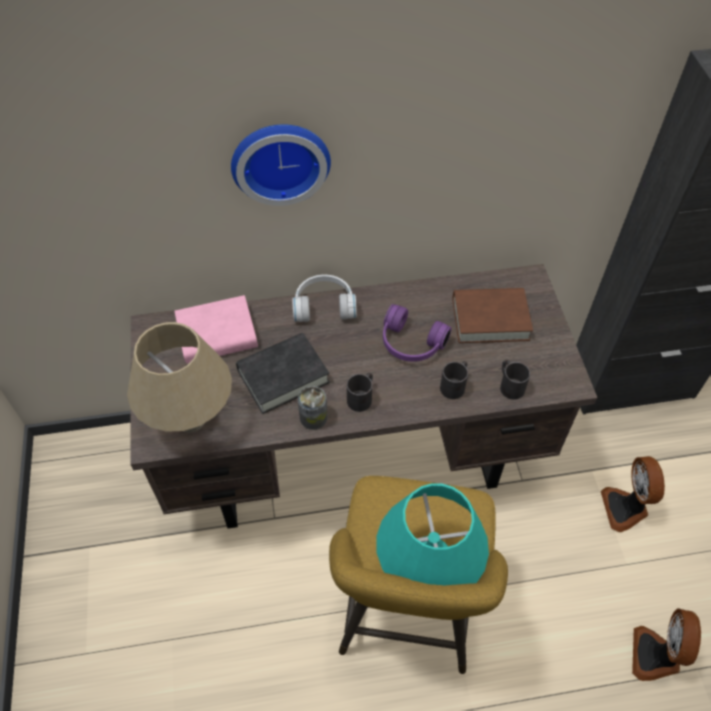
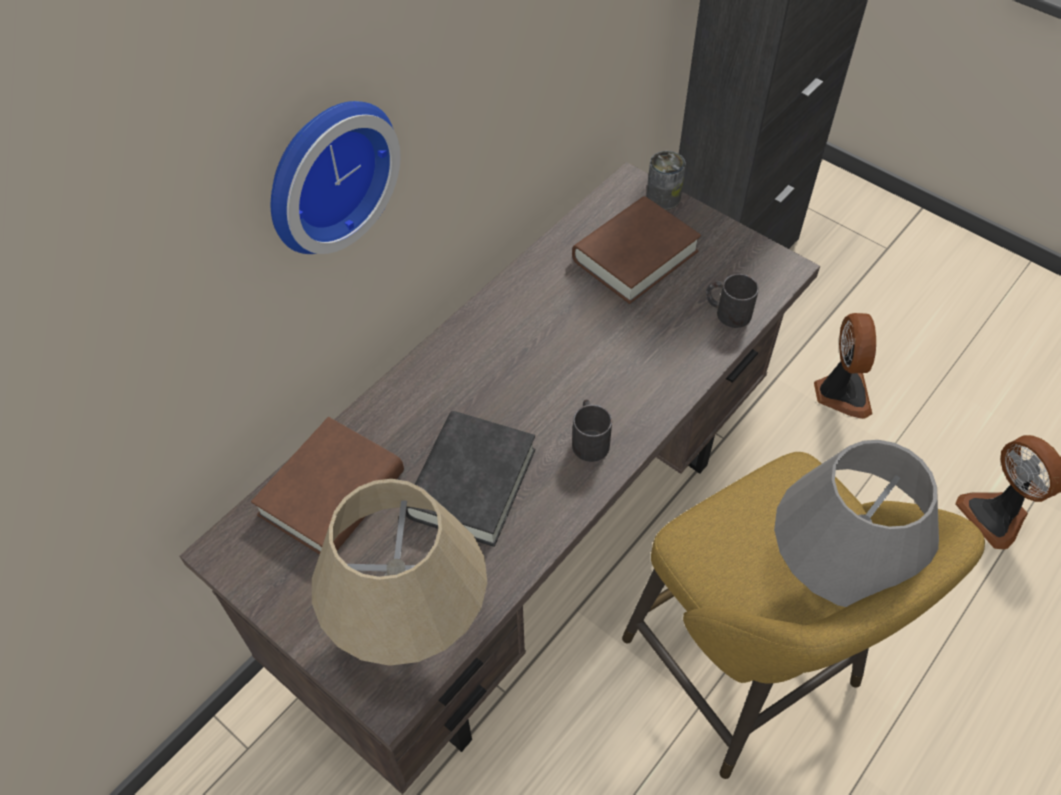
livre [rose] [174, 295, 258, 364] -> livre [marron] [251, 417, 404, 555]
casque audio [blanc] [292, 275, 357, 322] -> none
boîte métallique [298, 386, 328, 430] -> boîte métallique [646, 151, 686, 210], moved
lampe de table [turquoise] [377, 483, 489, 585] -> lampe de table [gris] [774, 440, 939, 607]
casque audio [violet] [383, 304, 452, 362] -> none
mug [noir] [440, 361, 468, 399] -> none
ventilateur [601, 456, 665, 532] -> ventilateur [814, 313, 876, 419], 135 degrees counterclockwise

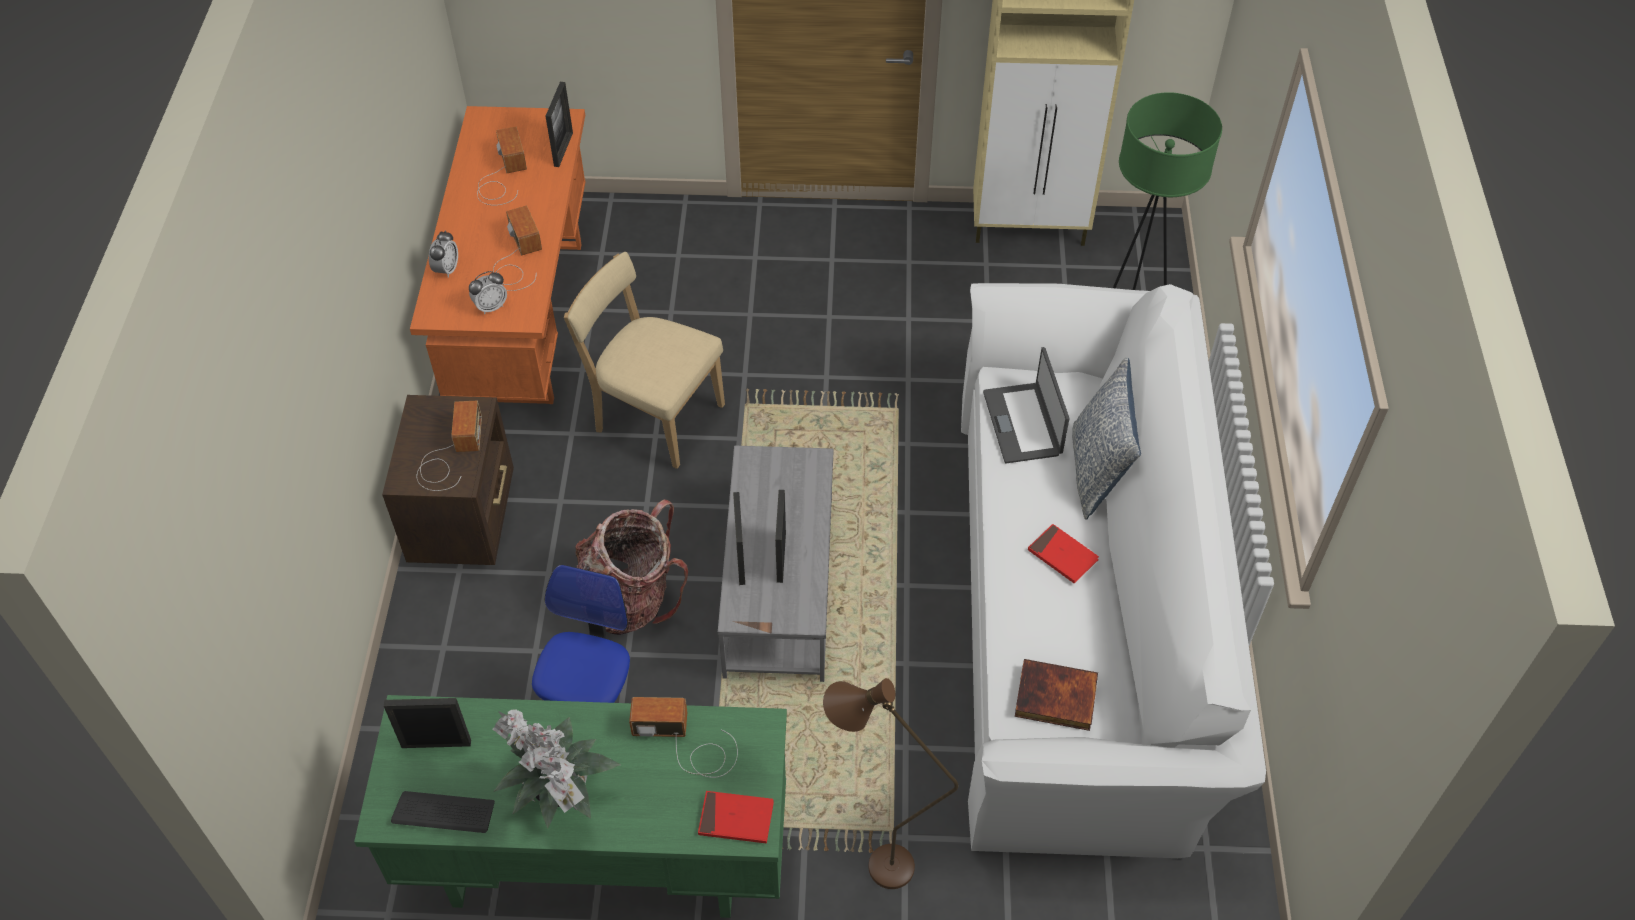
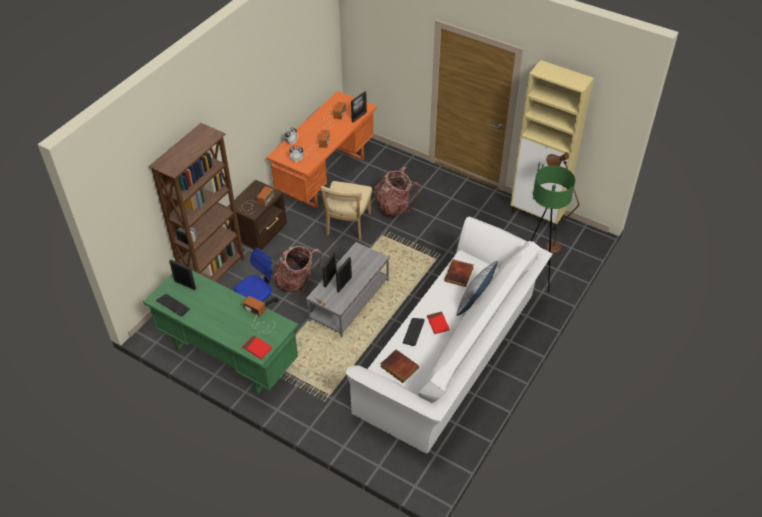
plante en pot [492, 709, 621, 828] -> none
chaise [beige] [564, 252, 725, 469] -> chaise [beige] [320, 181, 372, 241], 135 degrees counterclockwise
lampadaire [marron] [823, 678, 959, 889] -> lampadaire [marron] [545, 152, 579, 254], moved
ordinateur portable [983, 347, 1069, 463] -> livre [445, 259, 474, 287]
none -> bibliothèque [marron] [149, 123, 244, 282]
none -> sac à dos [374, 167, 419, 217]
none -> clavier [403, 318, 425, 346]

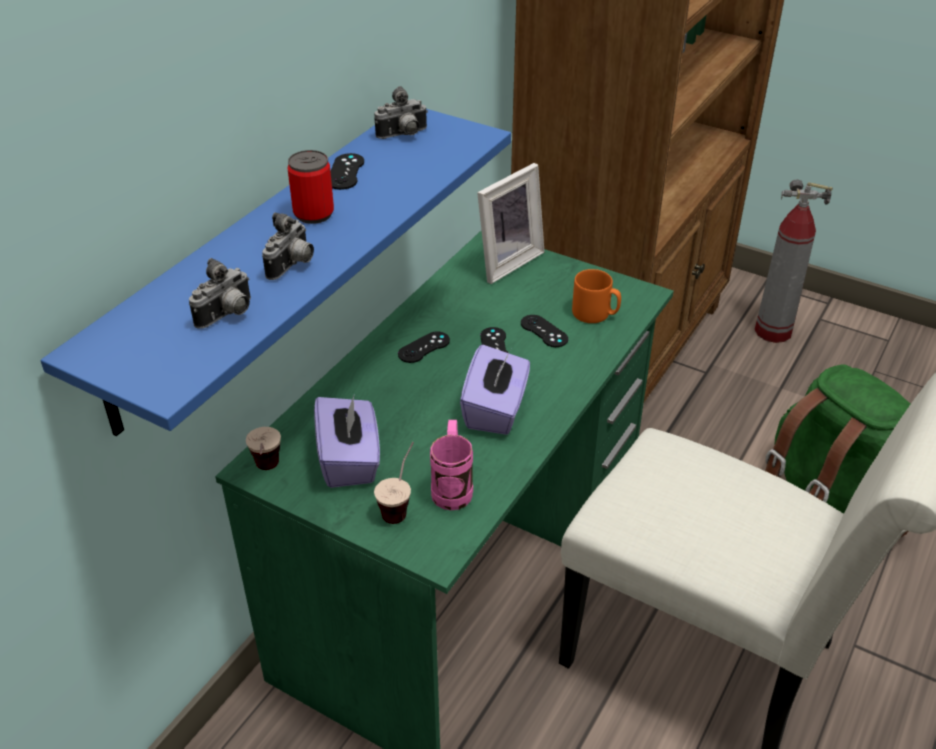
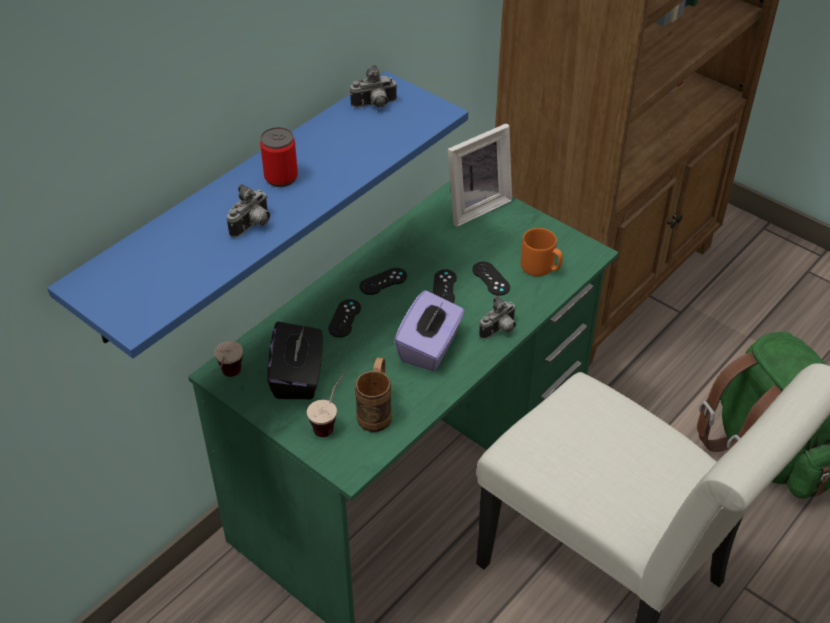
appareil photo [189, 258, 251, 329] -> appareil photo [479, 296, 516, 339], moved
boîte à mouchoirs [violet] [314, 396, 380, 488] -> boîte à mouchoirs [noir] [267, 322, 323, 399]
manette [noir] [330, 153, 364, 190] -> manette [noir] [328, 299, 361, 338], moved
mug [rose] [430, 420, 473, 510] -> mug [marron] [355, 358, 392, 432]
extincteur [755, 179, 833, 343] -> none

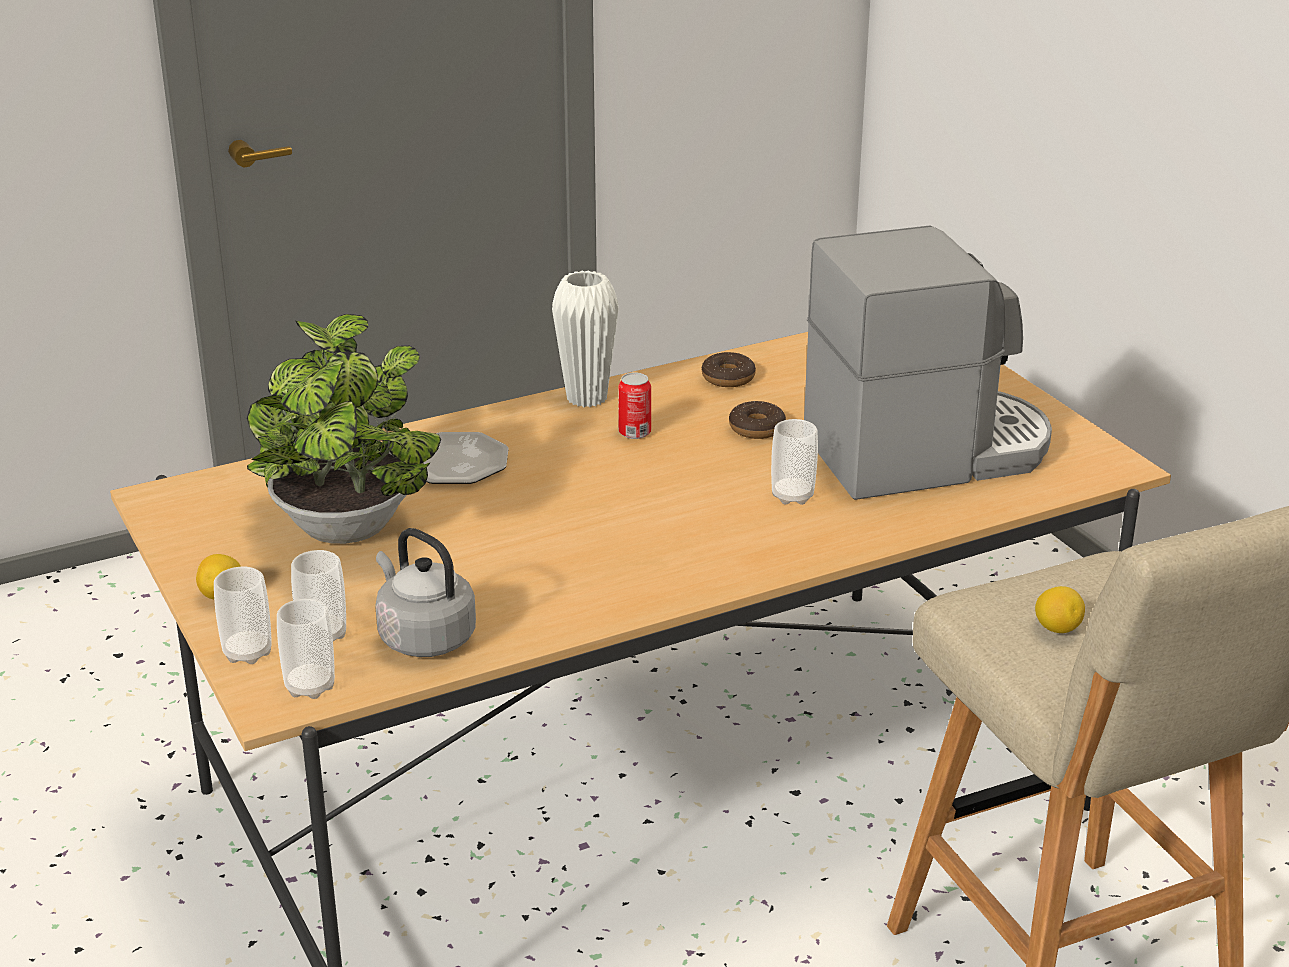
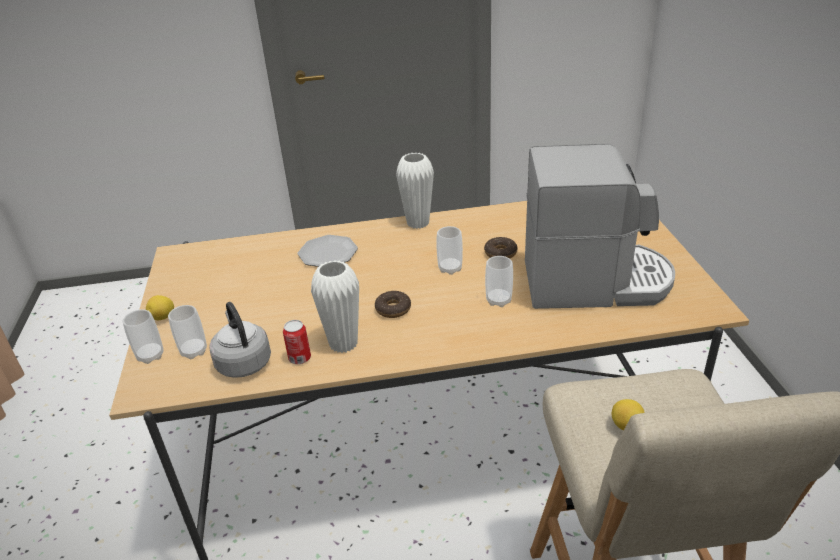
plante en pot [247, 314, 441, 544] -> none
tasse [277, 599, 335, 699] -> tasse [436, 226, 463, 275], moved
boîte métallique [618, 372, 651, 439] -> boîte métallique [283, 320, 311, 364], moved
beignet [702, 352, 756, 387] -> beignet [375, 291, 411, 318], moved
none -> vase [blanc] [311, 260, 359, 353]

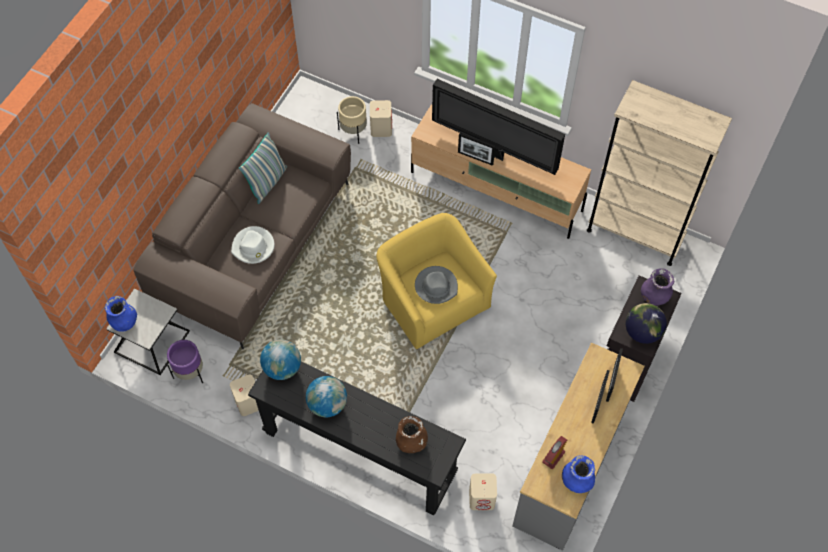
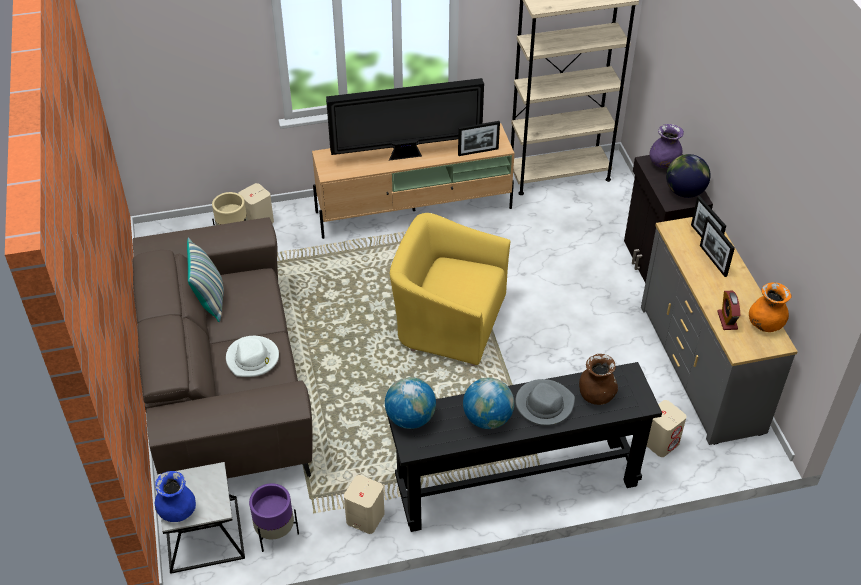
chapeau [gris] [415, 266, 458, 304] -> chapeau [gris] [515, 379, 575, 426], moved
cadre photo [458, 133, 495, 166] -> cadre photo [458, 121, 500, 156], moved
vase [bleu] [562, 455, 595, 493] -> vase [orange] [749, 282, 791, 332]

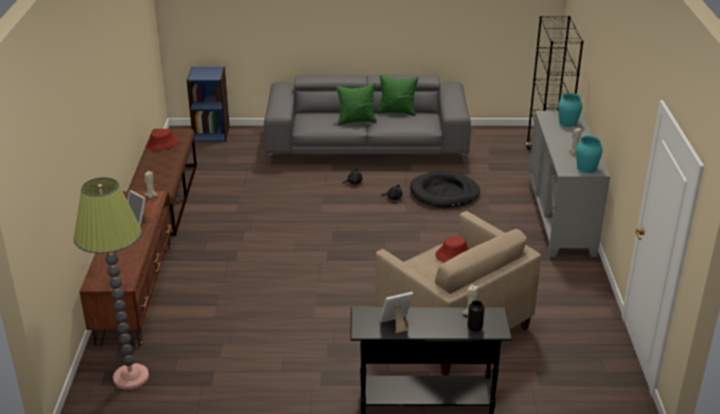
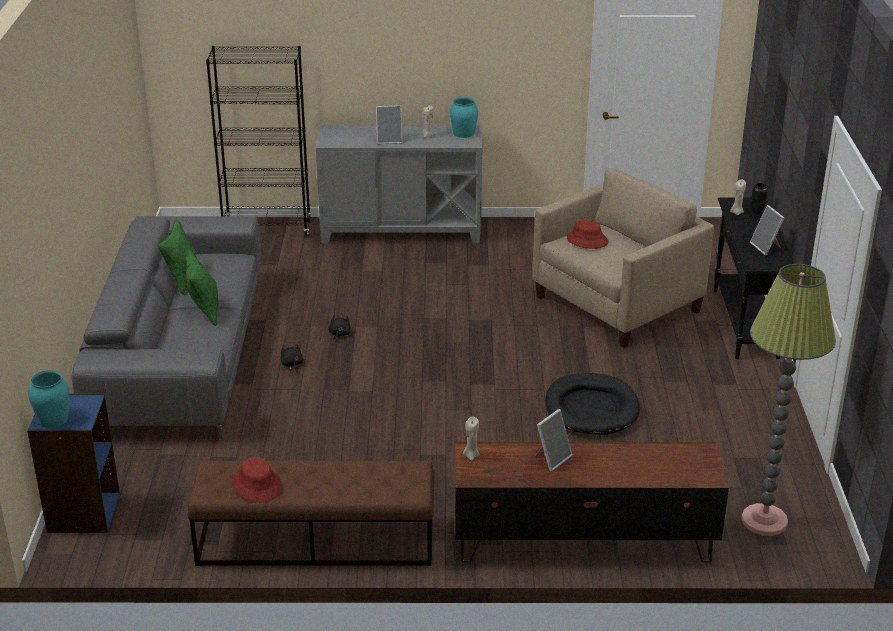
panier pour chien [noir] [410, 171, 480, 208] -> panier pour chien [noir] [545, 373, 640, 435], moved
vase [turquoise] [558, 93, 582, 127] -> vase [turquoise] [28, 370, 69, 427], moved
none -> cadre photo [376, 105, 403, 144]

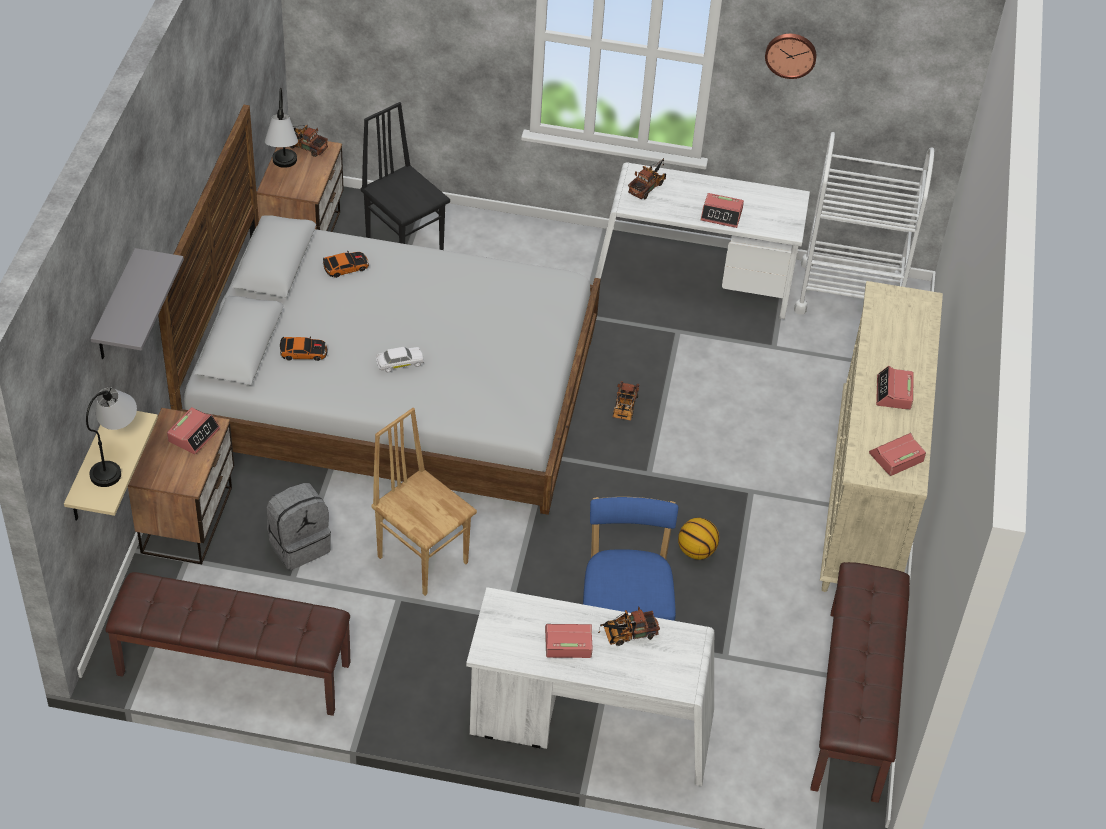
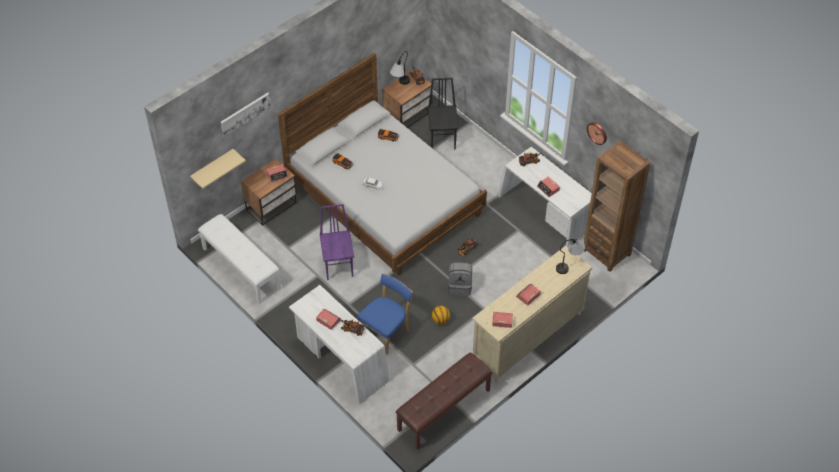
lampe de table [86, 387, 137, 487] -> lampe de table [556, 238, 585, 274], moved
étagère [gris] [91, 248, 184, 359] -> tableau [221, 93, 271, 137]
banc [marron] [105, 572, 350, 716] -> banc [blanc] [198, 214, 281, 304]
sac à dos [gris] [267, 483, 331, 570] -> sac à dos [gris] [448, 262, 472, 296], moved
chaise [marron] [371, 408, 477, 596] -> chaise [violet] [320, 204, 354, 280]
chariot [blanc] [794, 132, 934, 315] -> bibliothèque [marron] [584, 140, 650, 272]

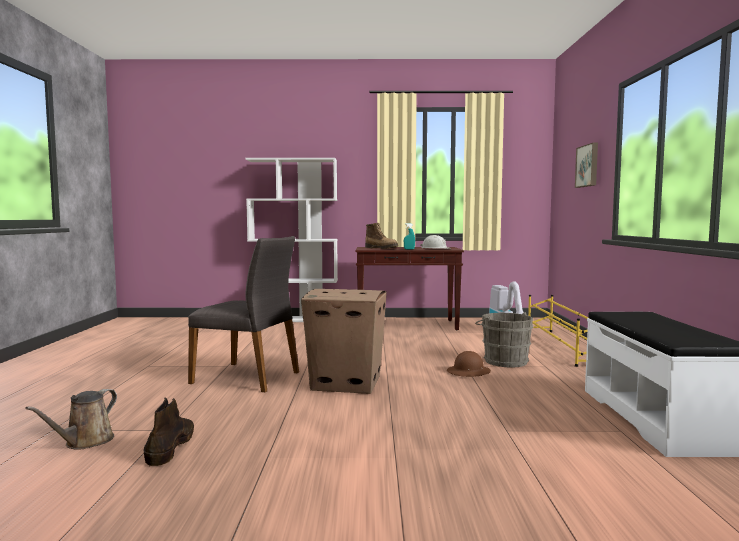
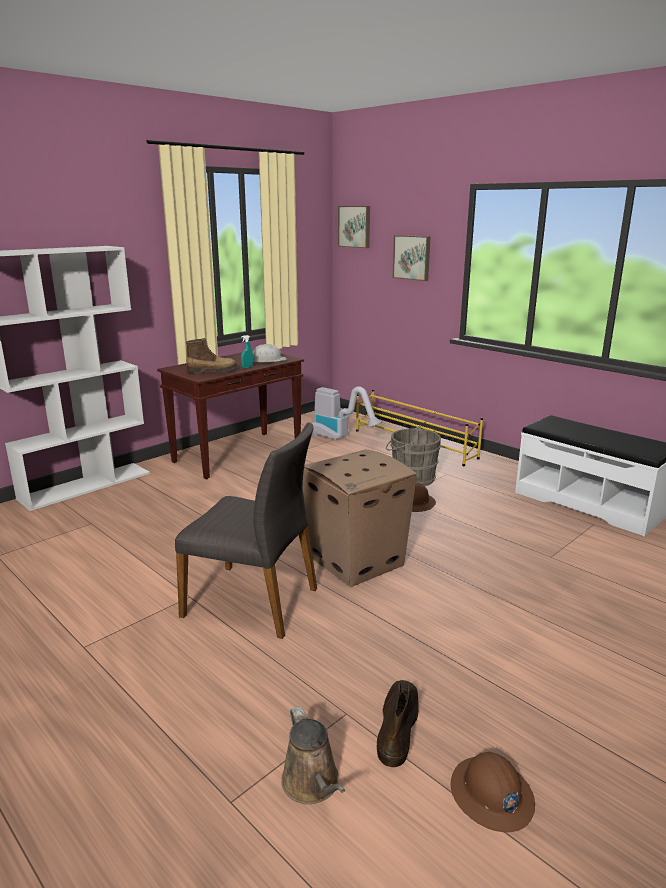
botte [marron] [144, 398, 194, 466] -> botte [marron] [377, 680, 418, 767], 60 degrees clockwise
chaise [gris] [188, 236, 299, 392] -> chaise [gris] [175, 422, 317, 639], 45 degrees clockwise
none -> tableau [338, 206, 370, 248]
none -> casque de chantier [marron] [451, 752, 535, 832]

